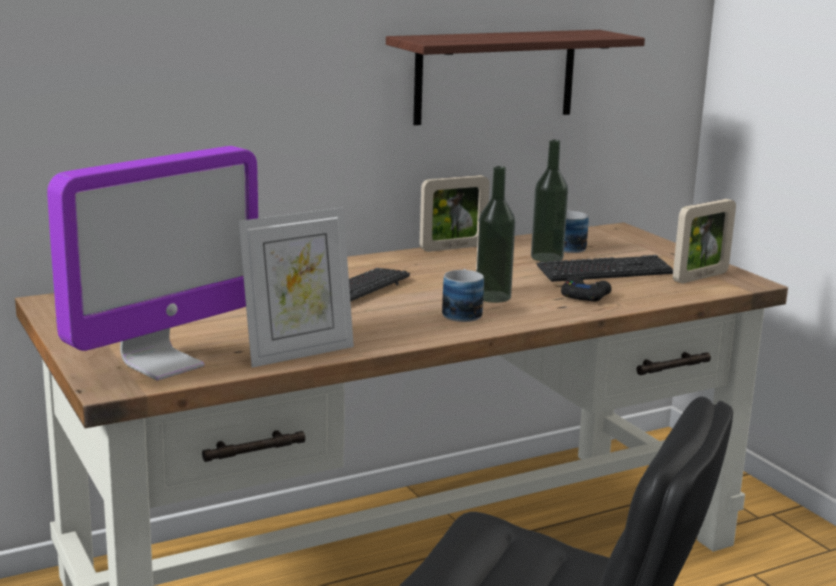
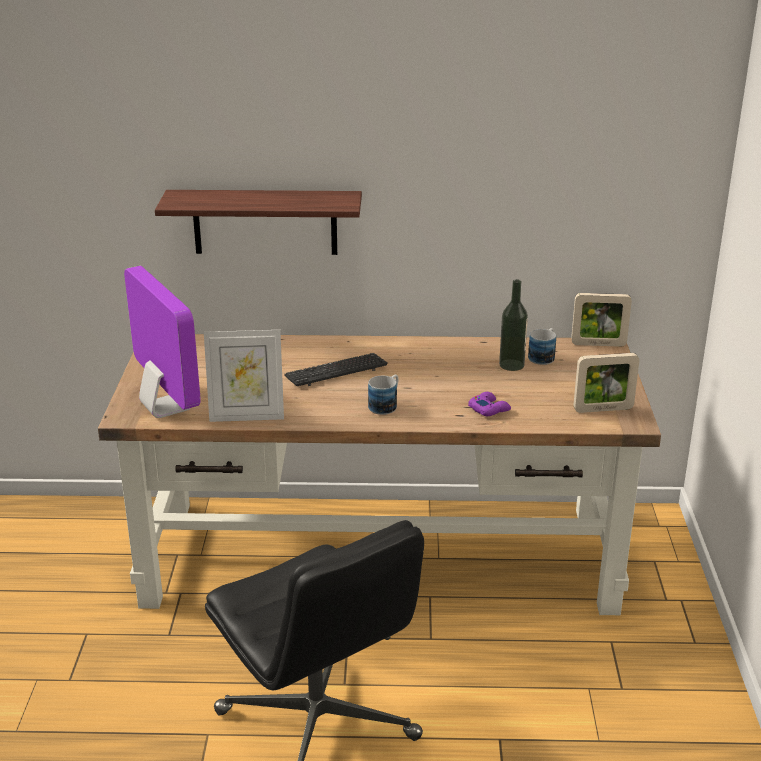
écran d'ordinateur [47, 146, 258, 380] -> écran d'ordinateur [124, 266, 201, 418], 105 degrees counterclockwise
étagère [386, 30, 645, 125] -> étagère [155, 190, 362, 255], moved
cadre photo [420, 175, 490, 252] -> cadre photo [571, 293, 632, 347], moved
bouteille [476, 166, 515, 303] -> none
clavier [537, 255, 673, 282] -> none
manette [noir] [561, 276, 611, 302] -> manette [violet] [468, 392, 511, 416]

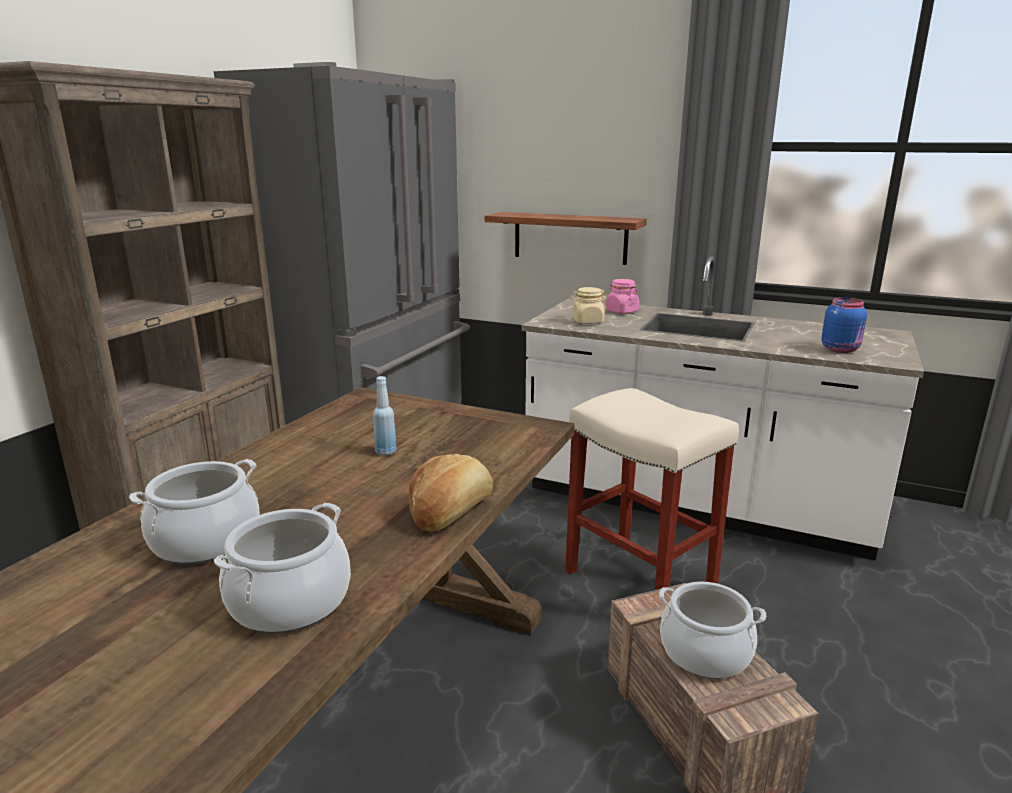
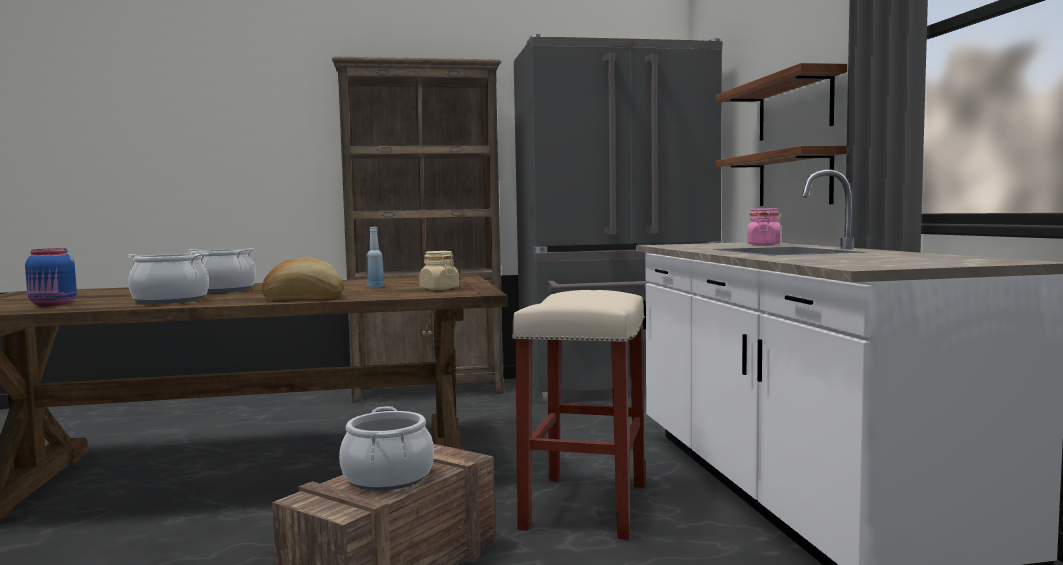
bocal [beige] [570, 287, 607, 324] -> bocal [beige] [419, 251, 459, 290], moved
bocal [bleu] [821, 297, 867, 353] -> bocal [bleu] [25, 248, 77, 307], moved
none -> étagère [716, 63, 847, 141]

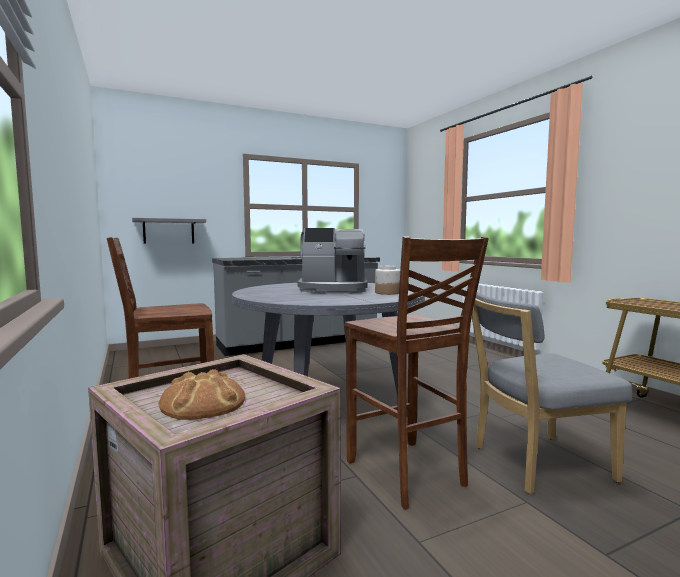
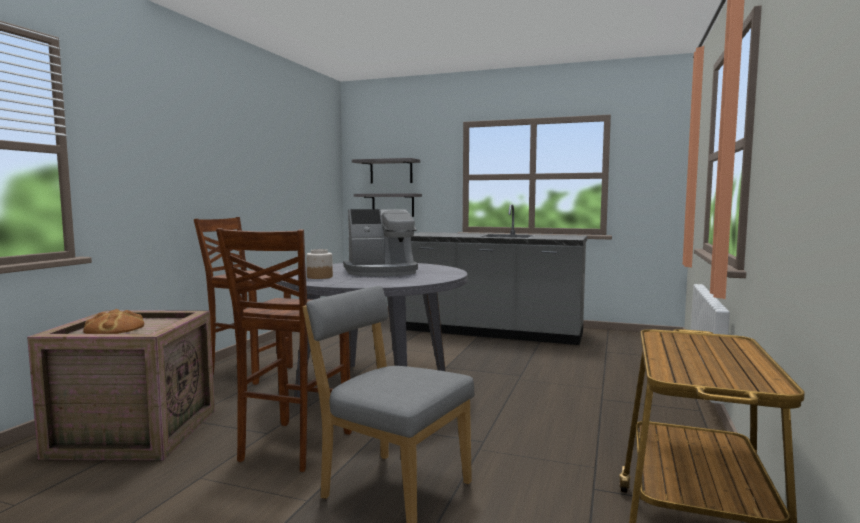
machine à café [297, 228, 368, 294] -> machine à café [343, 209, 418, 276], 60 degrees counterclockwise
bocal [375, 266, 400, 295] -> bocal [306, 249, 333, 279], moved
none -> étagère [gris] [352, 158, 420, 184]

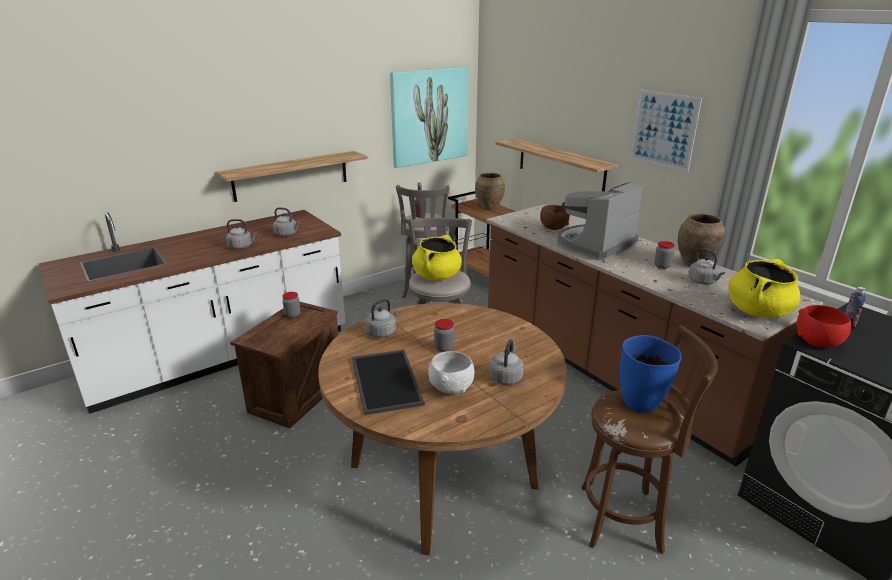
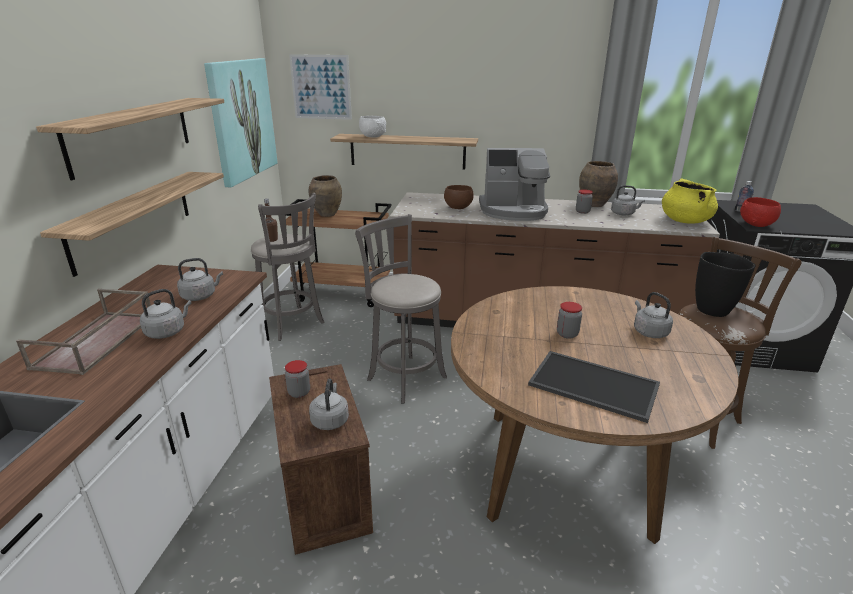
bouilloire [gris] [365, 299, 400, 338] -> bouilloire [gris] [309, 378, 349, 430], moved
marmite [jaune] [412, 235, 462, 281] -> none
bol [blanc] [428, 351, 475, 394] -> bol [blanc] [359, 116, 386, 138], moved
machine à café [557, 182, 643, 260] -> machine à café [479, 148, 550, 221], 90 degrees counterclockwise
vase [bleu] [620, 335, 682, 413] -> vase [noir] [695, 252, 756, 317]
tableau [630, 90, 702, 172] -> tableau [289, 54, 352, 120], moved
none -> plateau [marron] [16, 289, 151, 375]
none -> étagère [36, 98, 224, 180]

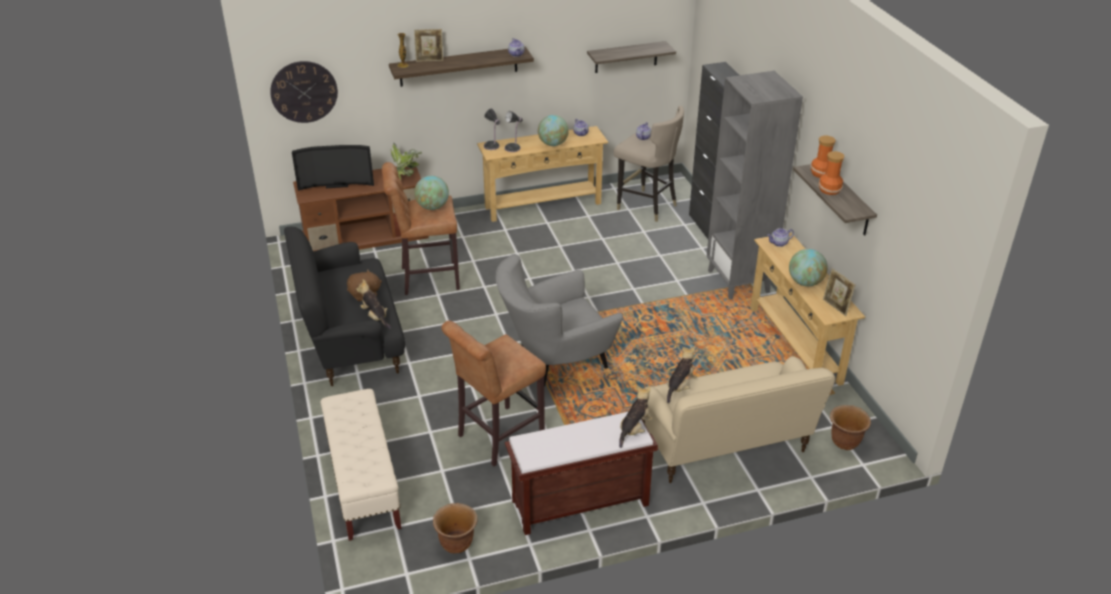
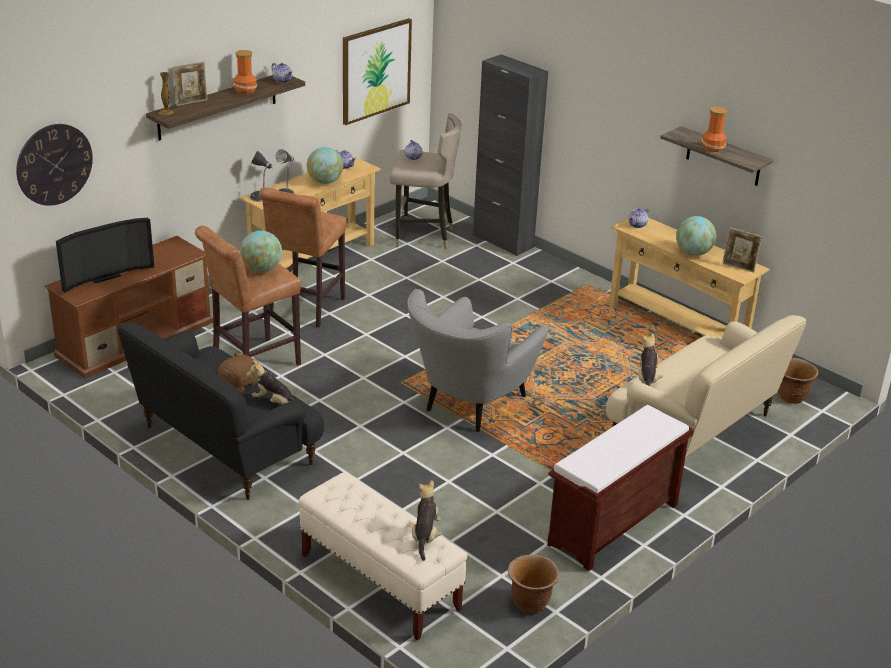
plante en pot [391, 143, 422, 180] -> none
tabouret [marron] [441, 321, 546, 467] -> tabouret [marron] [259, 187, 347, 327], moved
étagère [587, 41, 676, 73] -> tableau [343, 18, 412, 125]
peluche [619, 386, 653, 448] -> peluche [412, 480, 442, 561], moved
bibliothèque [gris] [706, 71, 803, 300] -> none
vase [810, 136, 836, 178] -> vase [233, 50, 257, 94], moved

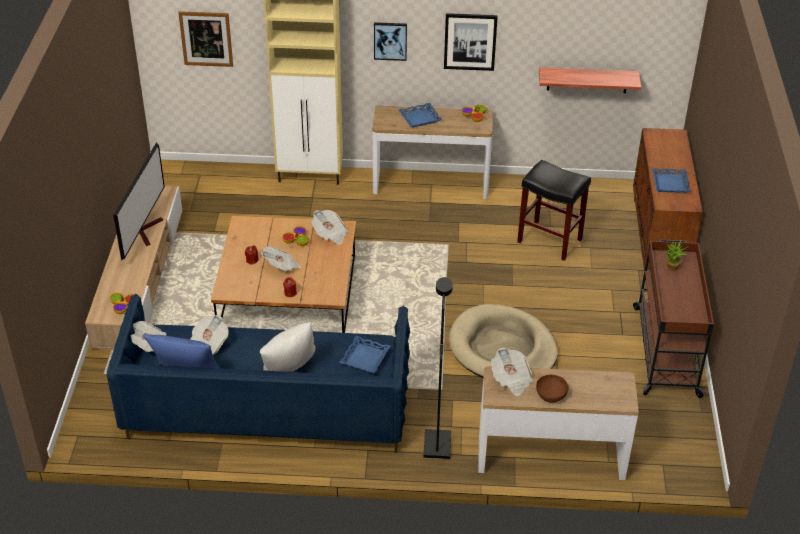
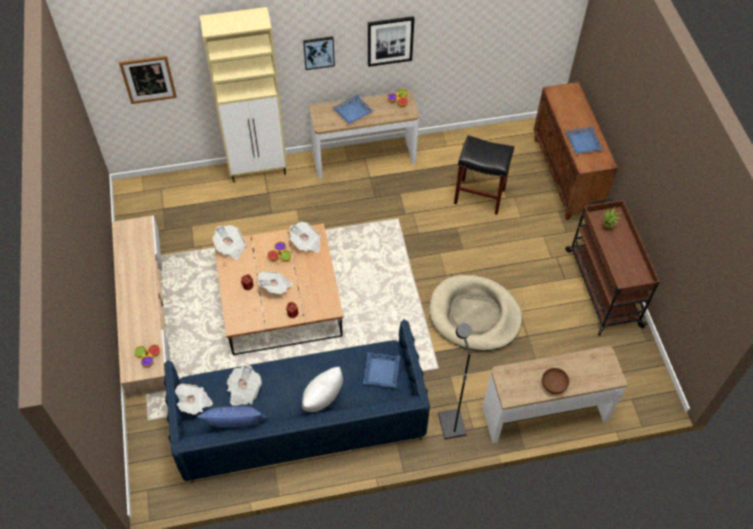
téléviseur [113, 142, 165, 260] -> none
journal [491, 348, 533, 396] -> journal [212, 225, 247, 260], moved
étagère [539, 67, 641, 93] -> none

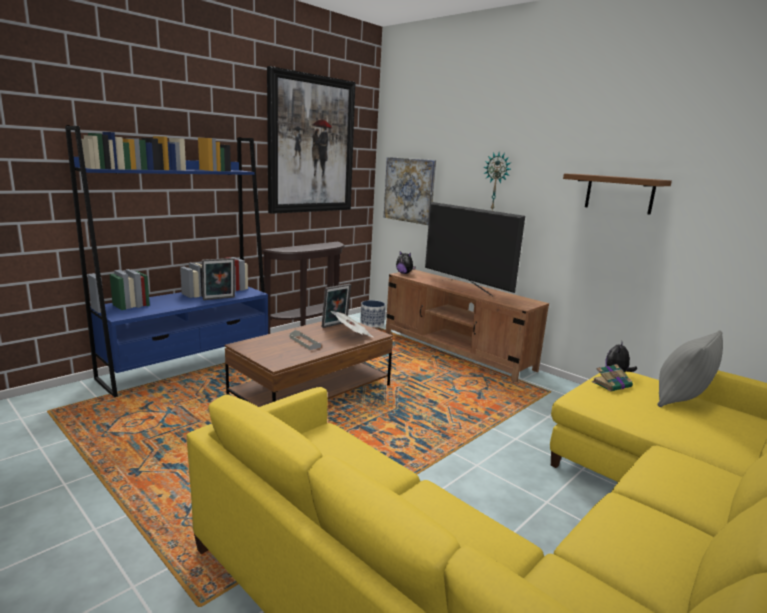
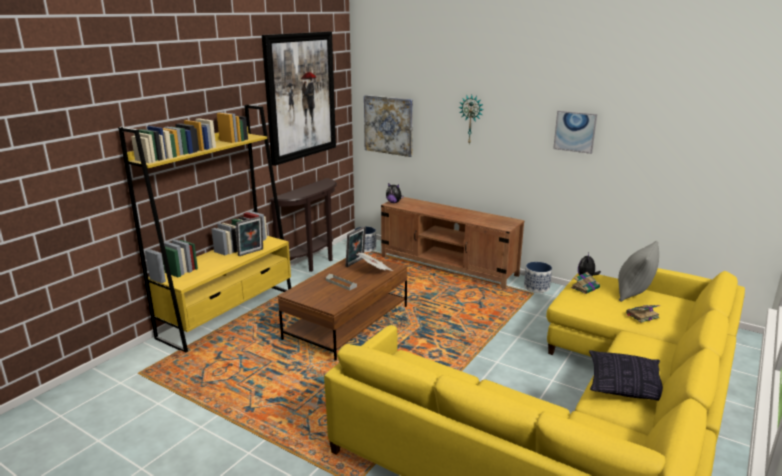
bibliothèque [bleu] [65, 125, 268, 397] -> bibliothèque [jaune] [118, 104, 291, 352]
téléviseur [425, 202, 525, 297] -> none
étagère [marron] [563, 174, 672, 215] -> tableau [553, 111, 597, 154]
none -> cache-pot [524, 262, 552, 293]
none -> coussin [589, 350, 663, 401]
none -> livre [626, 305, 660, 323]

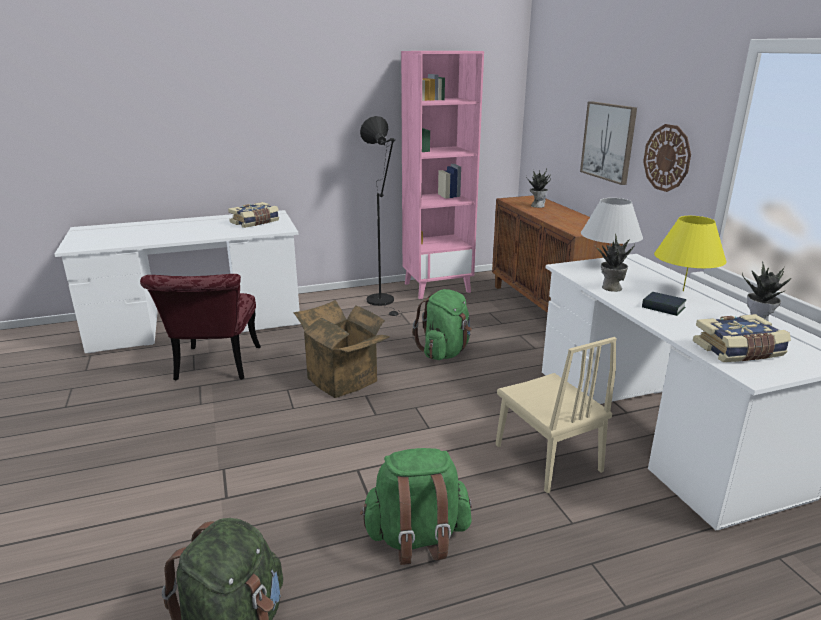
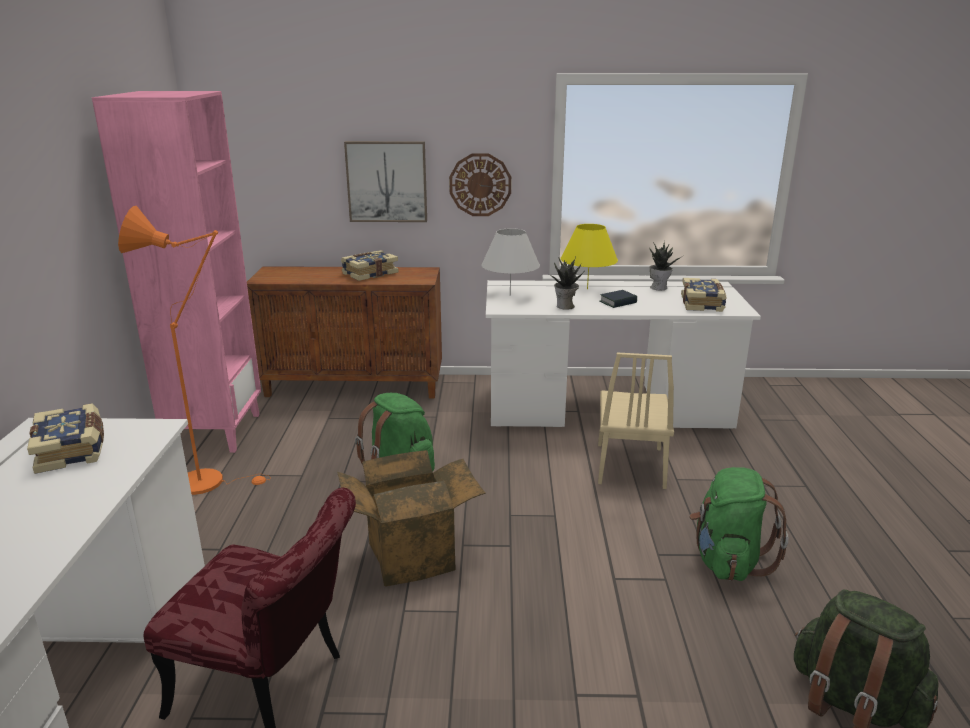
lampadaire [noir] [360, 116, 402, 316] -> lampadaire [orange] [118, 206, 271, 495]
chaise [beige] [496, 337, 617, 493] -> chaise [beige] [598, 352, 674, 489], 105 degrees clockwise
plante en pot [526, 169, 551, 208] -> none
none -> livre [341, 250, 399, 281]

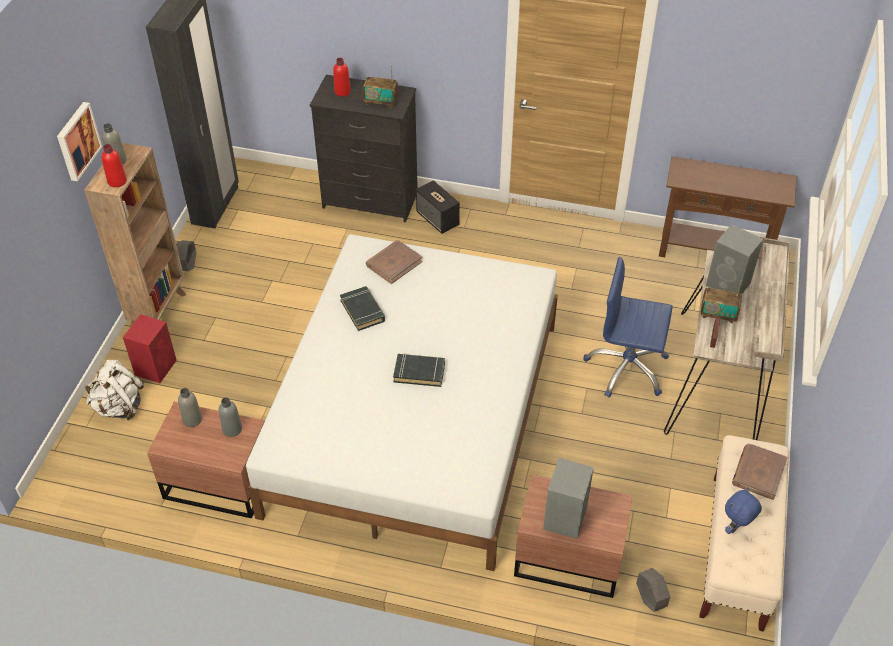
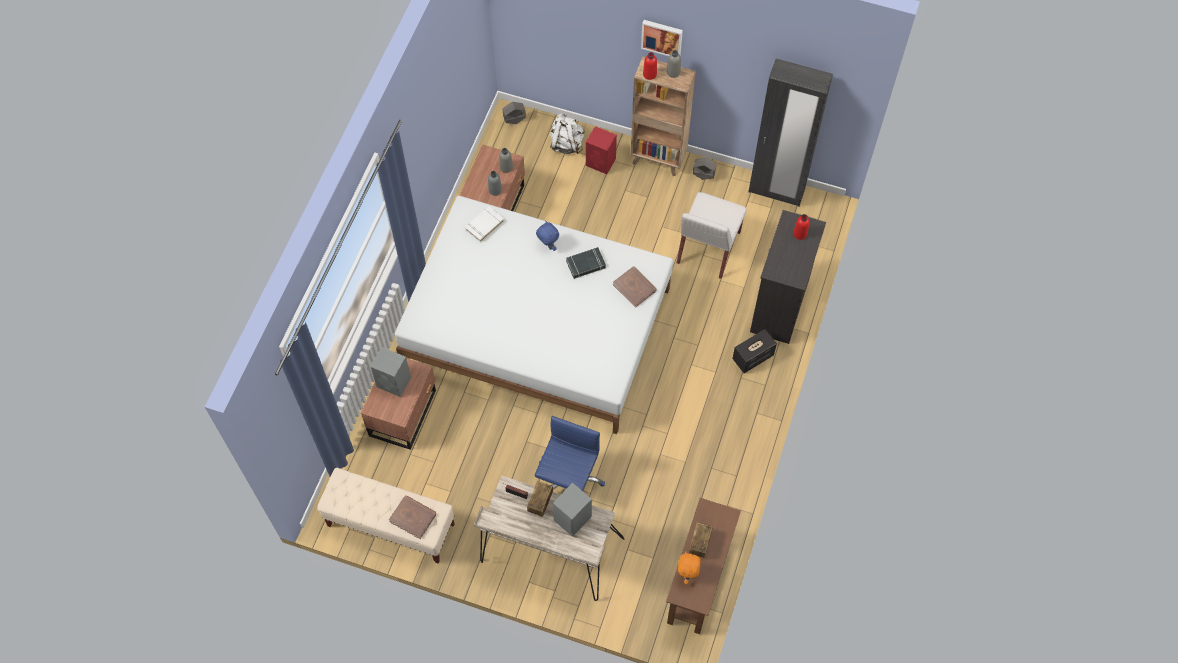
radio [362, 65, 398, 107] -> radio [689, 522, 713, 558], moved
livre [noir] [393, 353, 445, 387] -> none
cache-pot [gris] [636, 568, 671, 612] -> cache-pot [gris] [502, 102, 526, 124], moved
peluche [bleu] [725, 488, 762, 534] -> peluche [bleu] [536, 221, 559, 251], moved
none -> livre [blanc] [465, 206, 504, 243]
none -> chaise [blanc] [677, 192, 747, 279]
none -> peluche [orange] [678, 552, 701, 584]

